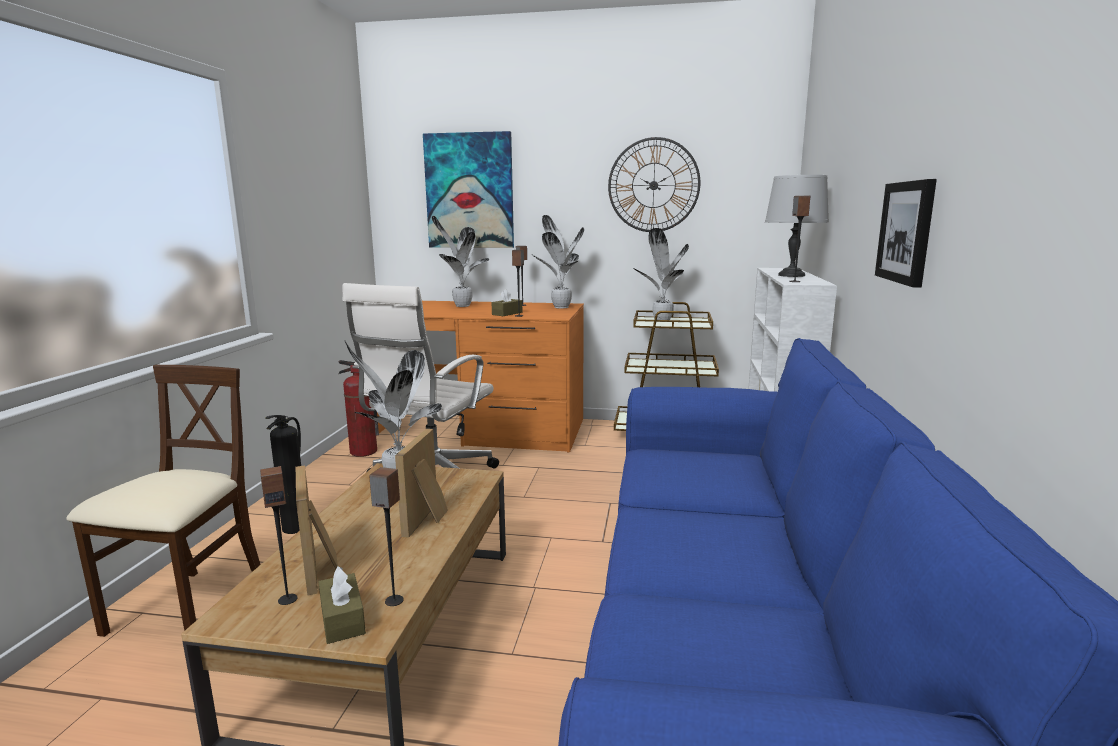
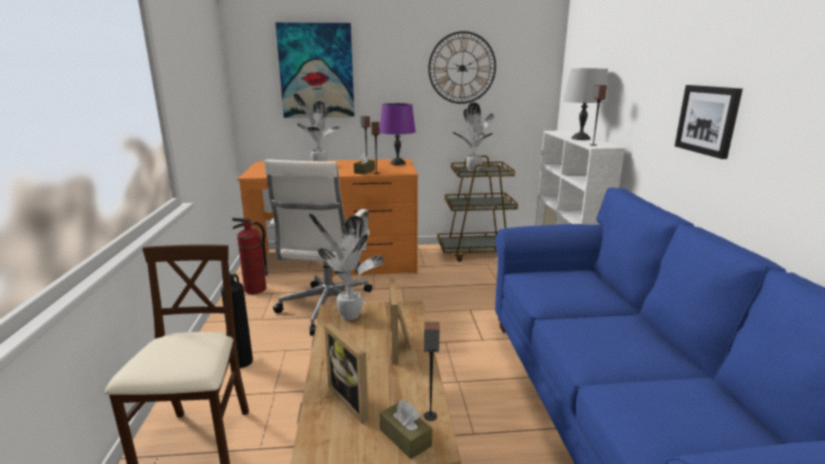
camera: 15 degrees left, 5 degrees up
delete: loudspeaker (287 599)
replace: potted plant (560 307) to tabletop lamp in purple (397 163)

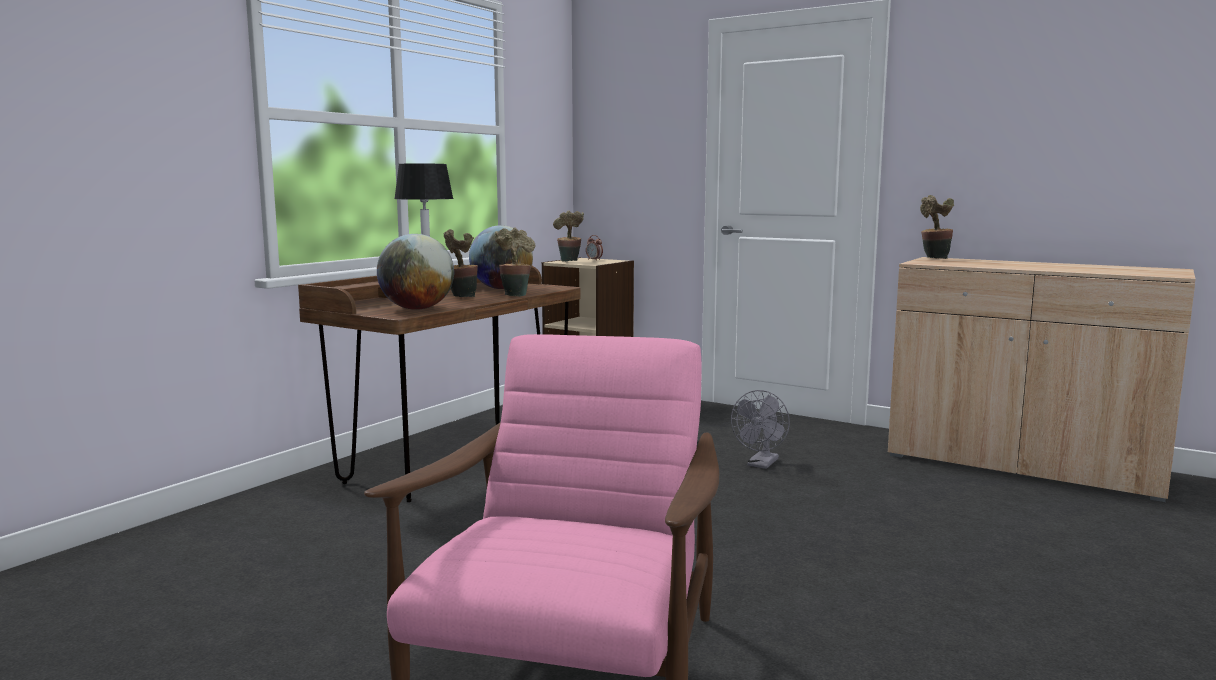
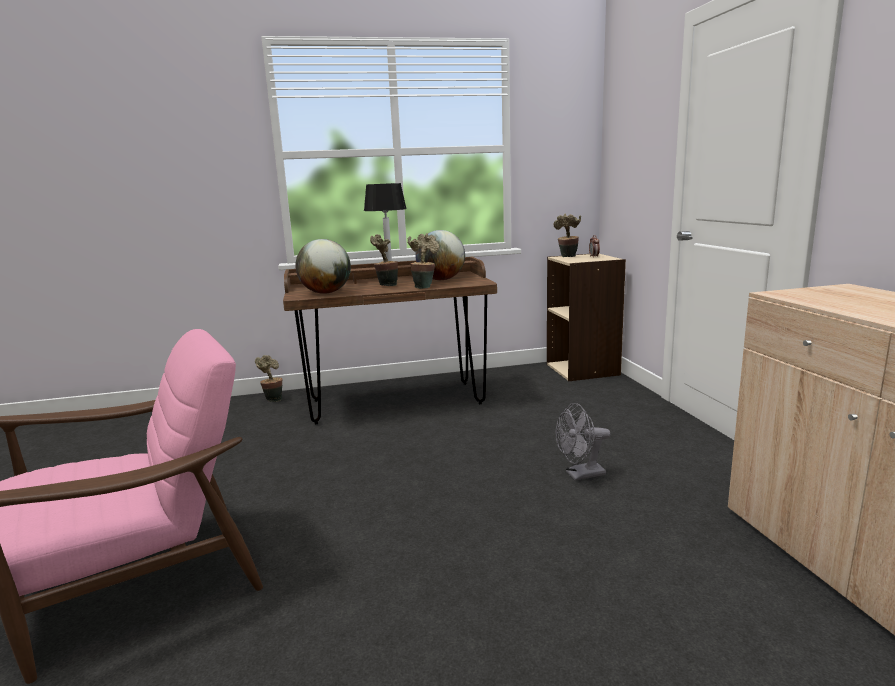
camera: 45 degrees right, 5 degrees up
move: potted plant (934 259) to (273 399)

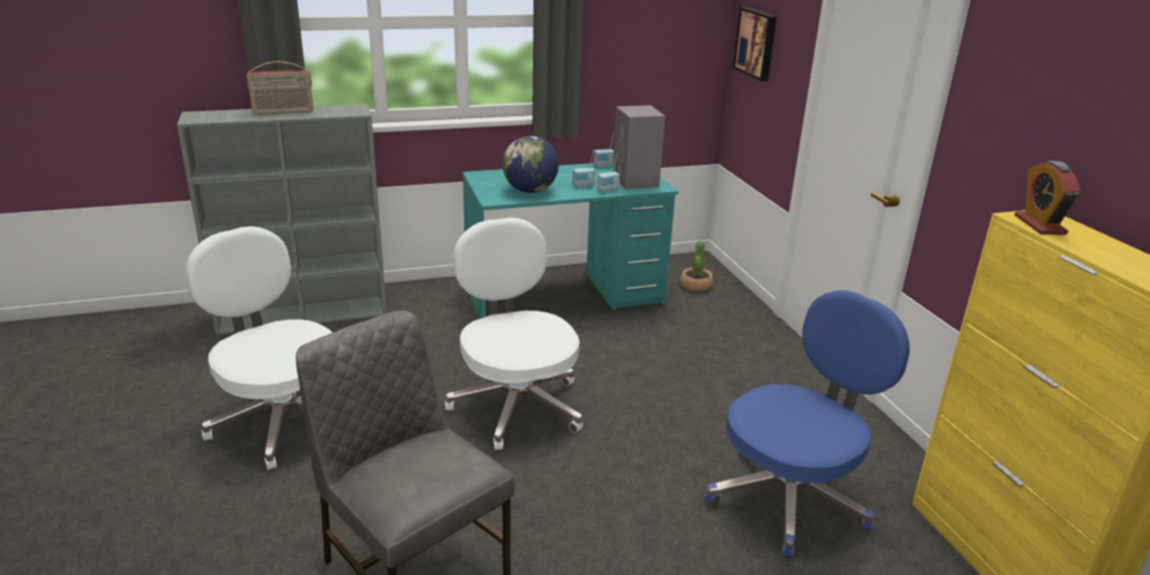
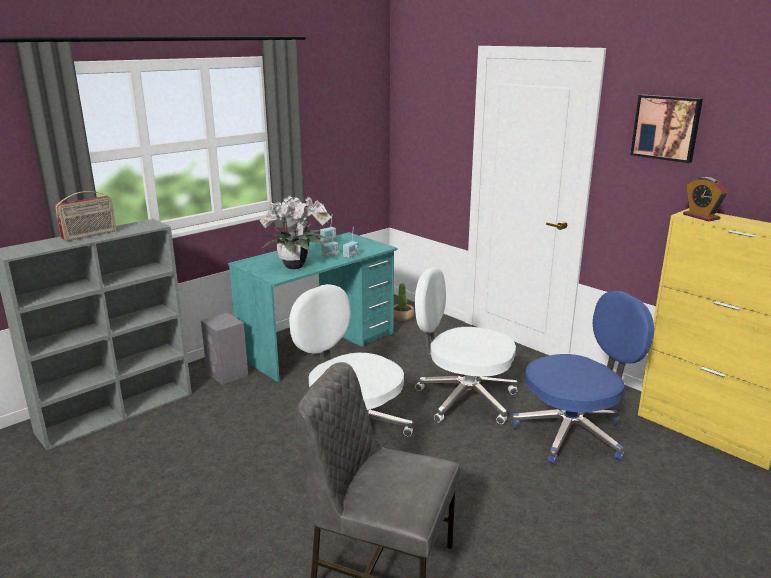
camera: 25 degrees left, 5 degrees down
move: picture (757 43) to (666 127); loudspeaker in grey (636 181) to (227 374); computer chair in white-coloured (282 420) to (464 399)
replace: desk globe (530 191) to potted plant (296 266)
rotate: computer chair in blue-coloured (790 497) = (573 433) 45 degrees clockwise

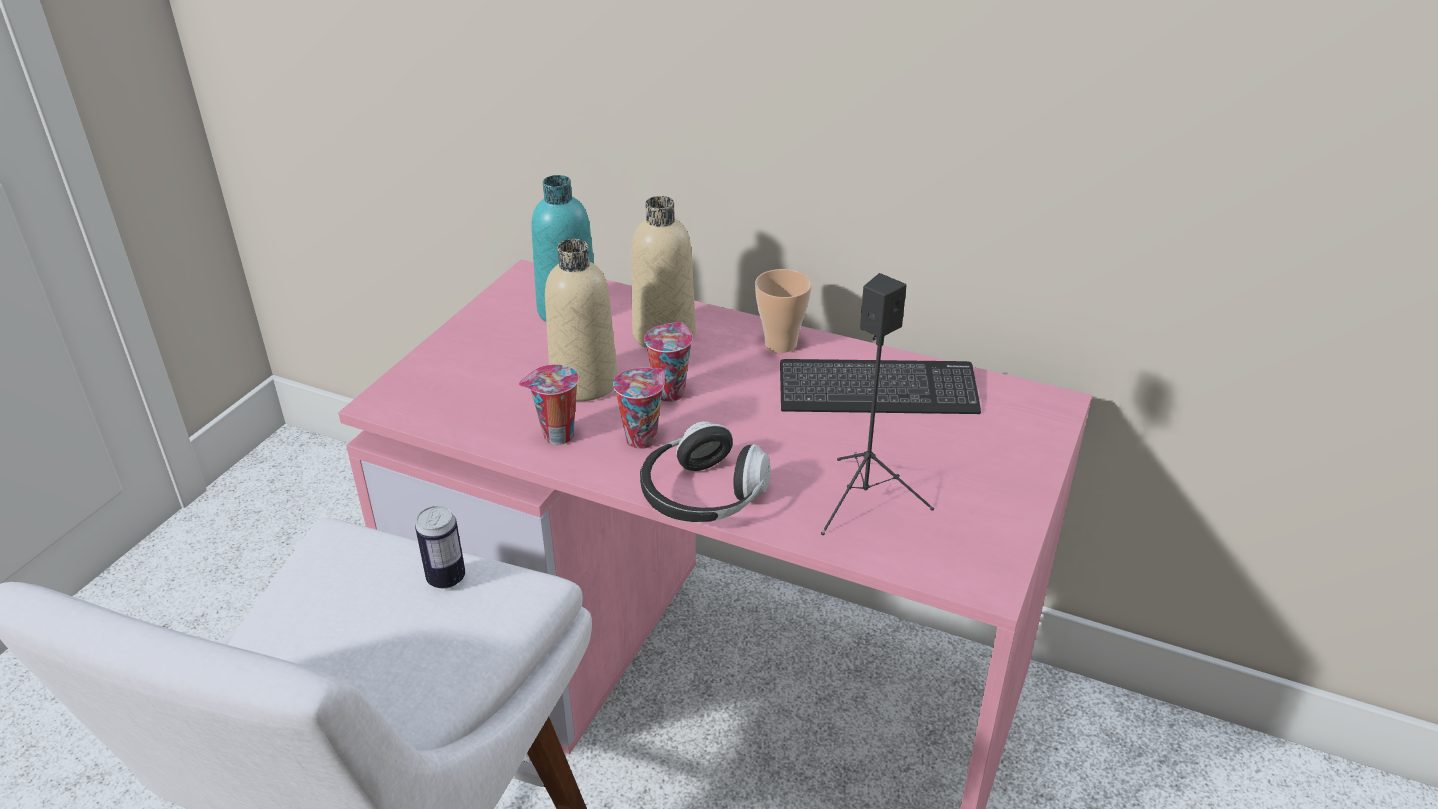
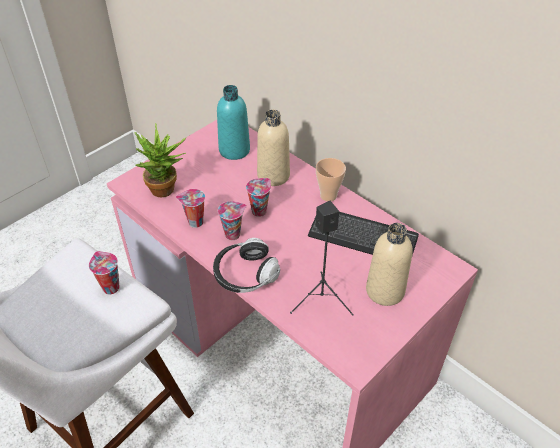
camera: 20 degrees right, 10 degrees up
insert: potted plant (167 191)
move: bottle in sand-coloured (584 383) to (385 291)
replace: can (446 578) to cup (110 287)

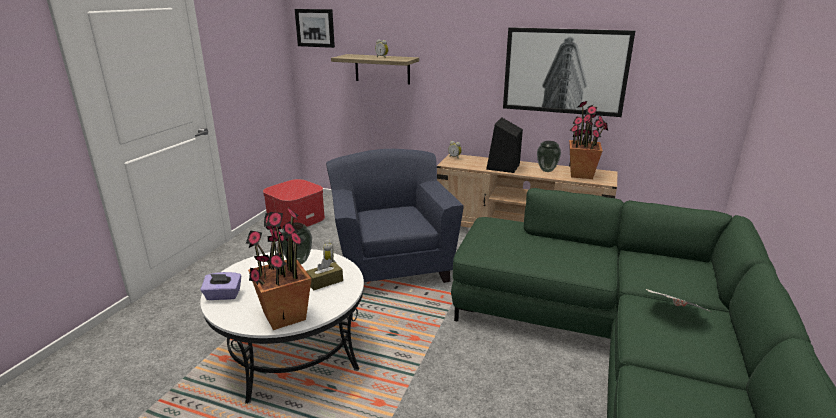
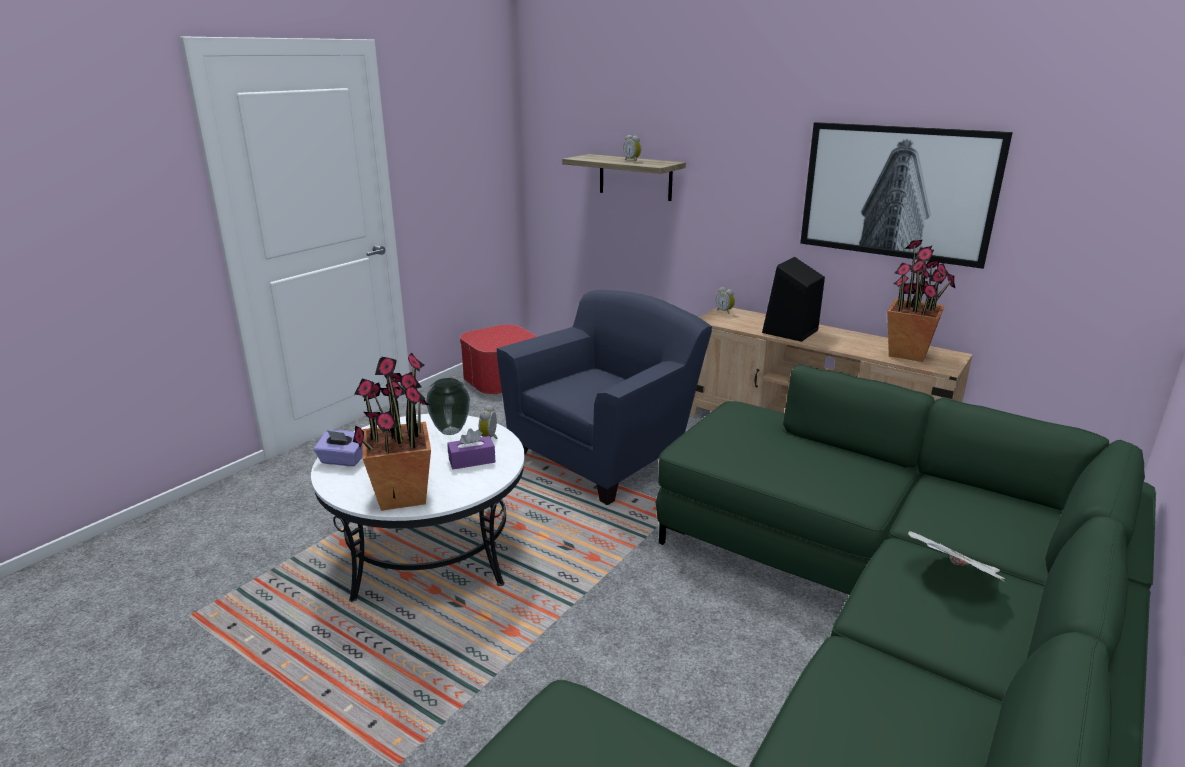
camera: 15 degrees right, 0 degrees up
delete: picture (315 28); decorative vase (547 170)
recolor: tissue box in brownish (325 282) to tissue box in purple (472 460)
rotate: lounge chair in blue-coloured (391 265) = (603 456) 45 degrees clockwise

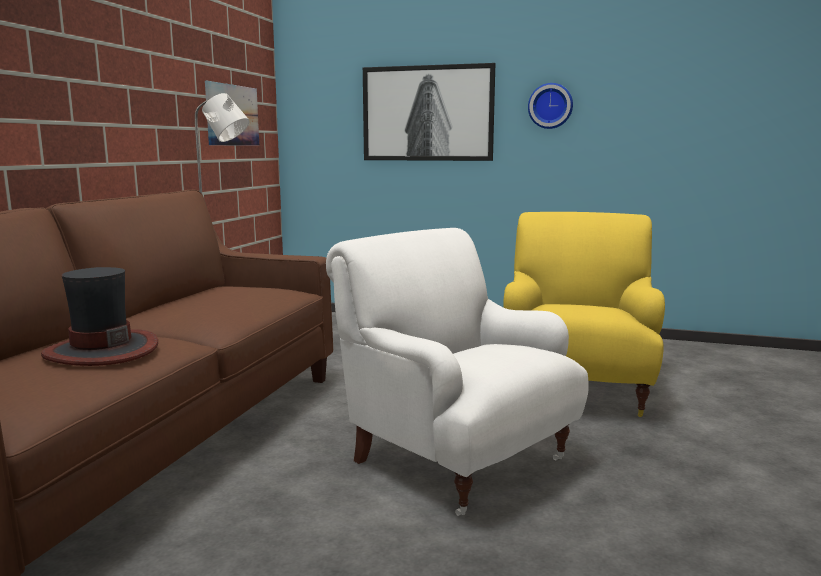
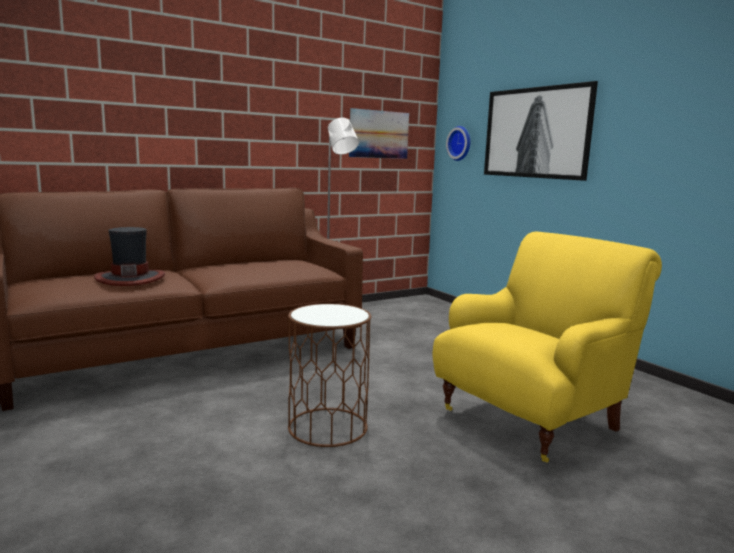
camera: 40 degrees right, 0 degrees up
move: hanging clock (550 106) to (460 143)
replace: lounge chair in white-coloured (456 459) to end table in brownish (328 427)

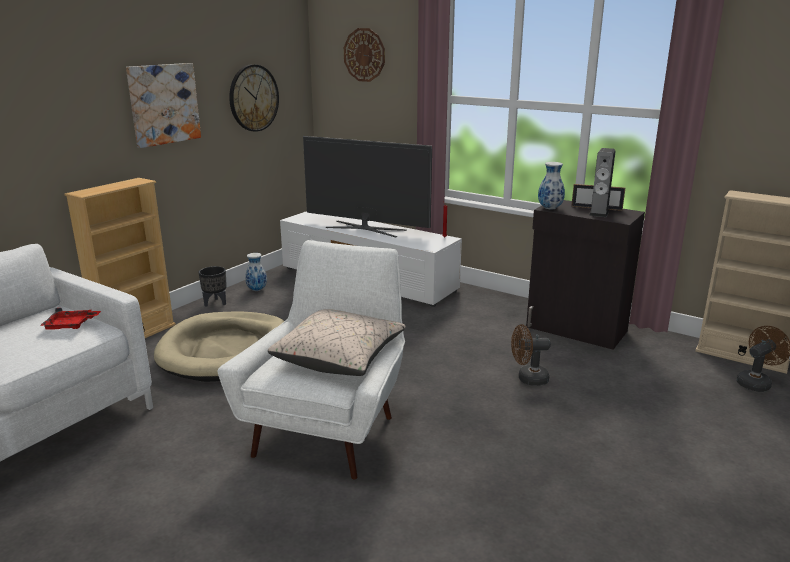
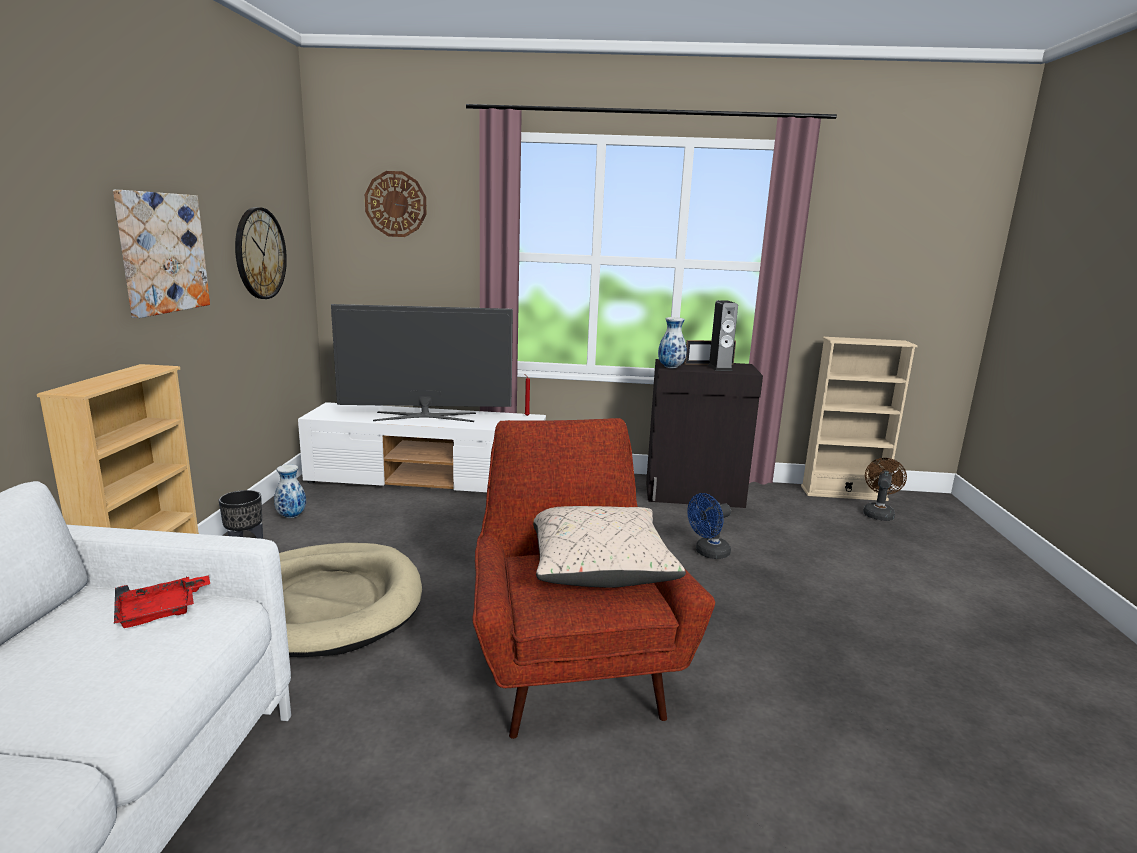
camera: 30 degrees left, 5 degrees down
recolor: lounge chair in white-coloured (328 430) to lounge chair in reddish (571 670); cooling fan in brownish (528 379) to cooling fan in blue-coloured (708 553)

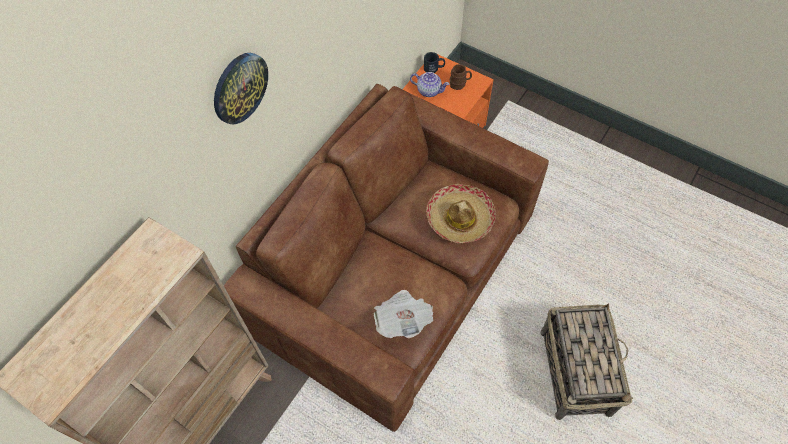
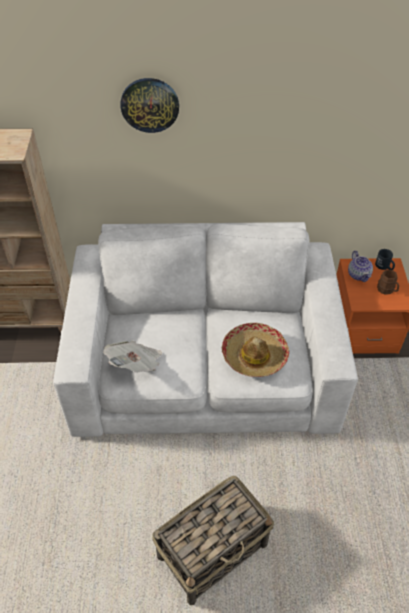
camera: 55 degrees right, 10 degrees down
recolor: sofa in brownish (394 272) to sofa in white-coloured (205 366)

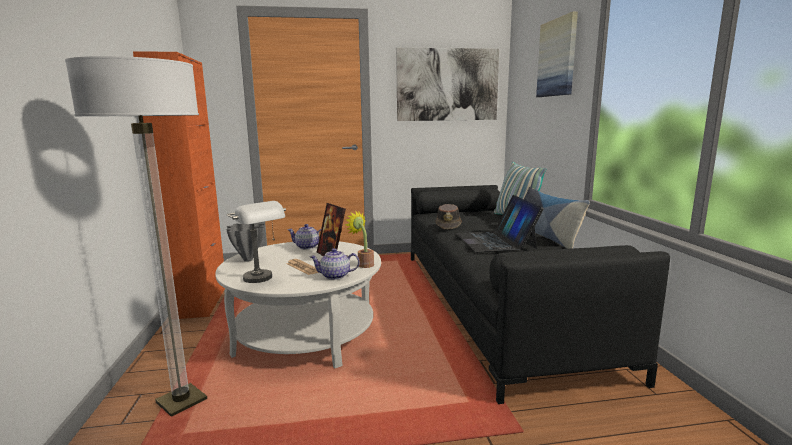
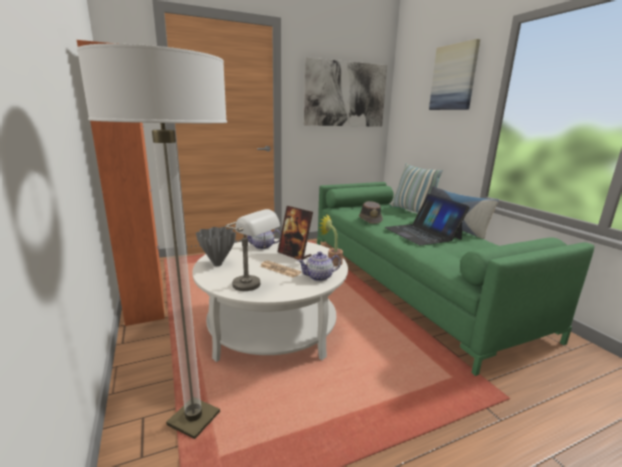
camera: 15 degrees left, 5 degrees up
recolor: sofa in black-coloured (494 304) to sofa in green (409 283)

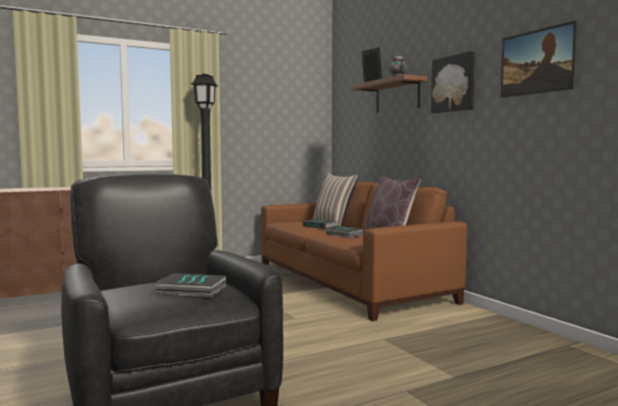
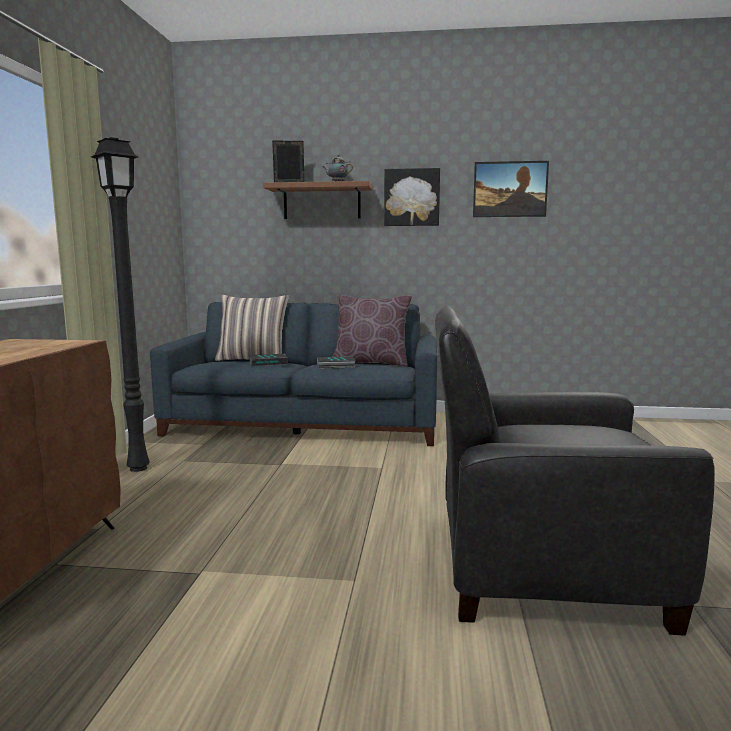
camera: 55 degrees left, 5 degrees up
delete: volume (190 290)
recolor: sofa in brownish (347 283) to sofa in blue-coloured (305 424)

